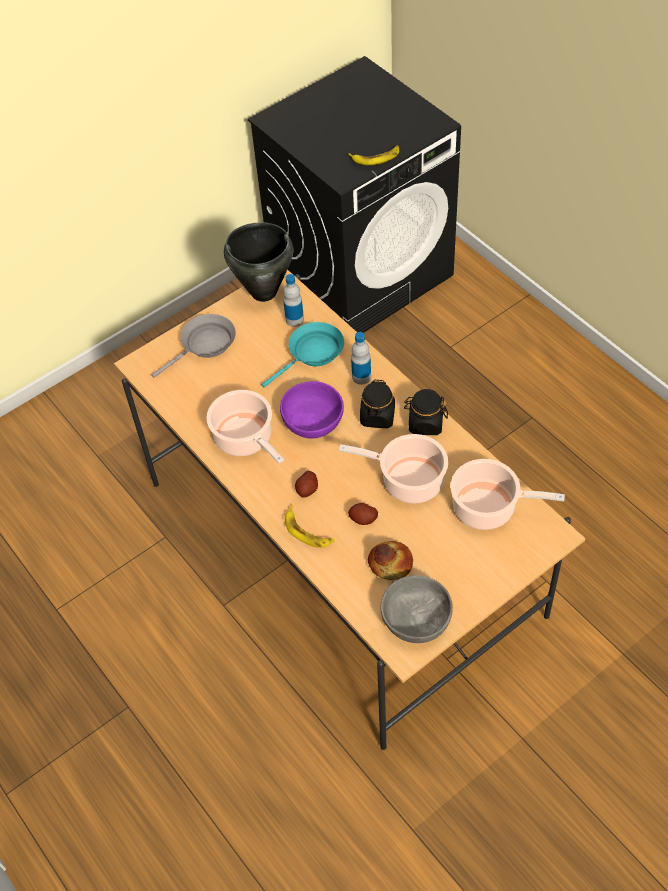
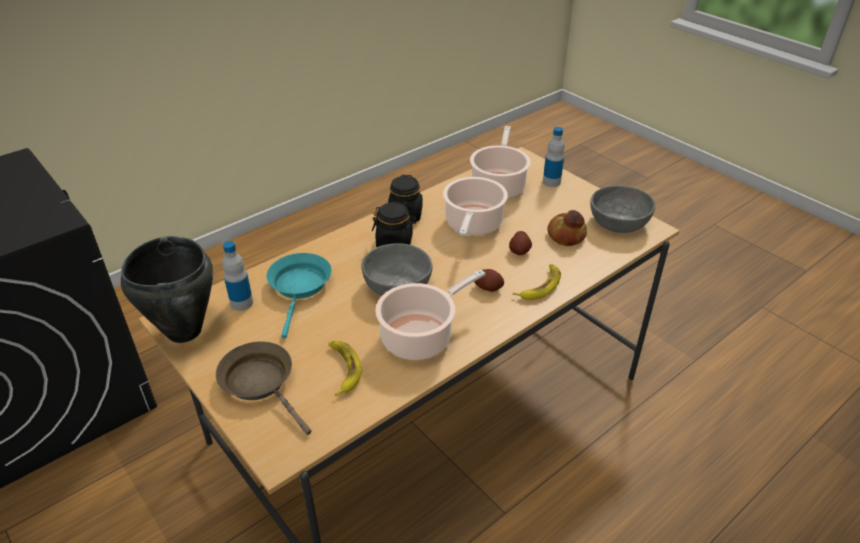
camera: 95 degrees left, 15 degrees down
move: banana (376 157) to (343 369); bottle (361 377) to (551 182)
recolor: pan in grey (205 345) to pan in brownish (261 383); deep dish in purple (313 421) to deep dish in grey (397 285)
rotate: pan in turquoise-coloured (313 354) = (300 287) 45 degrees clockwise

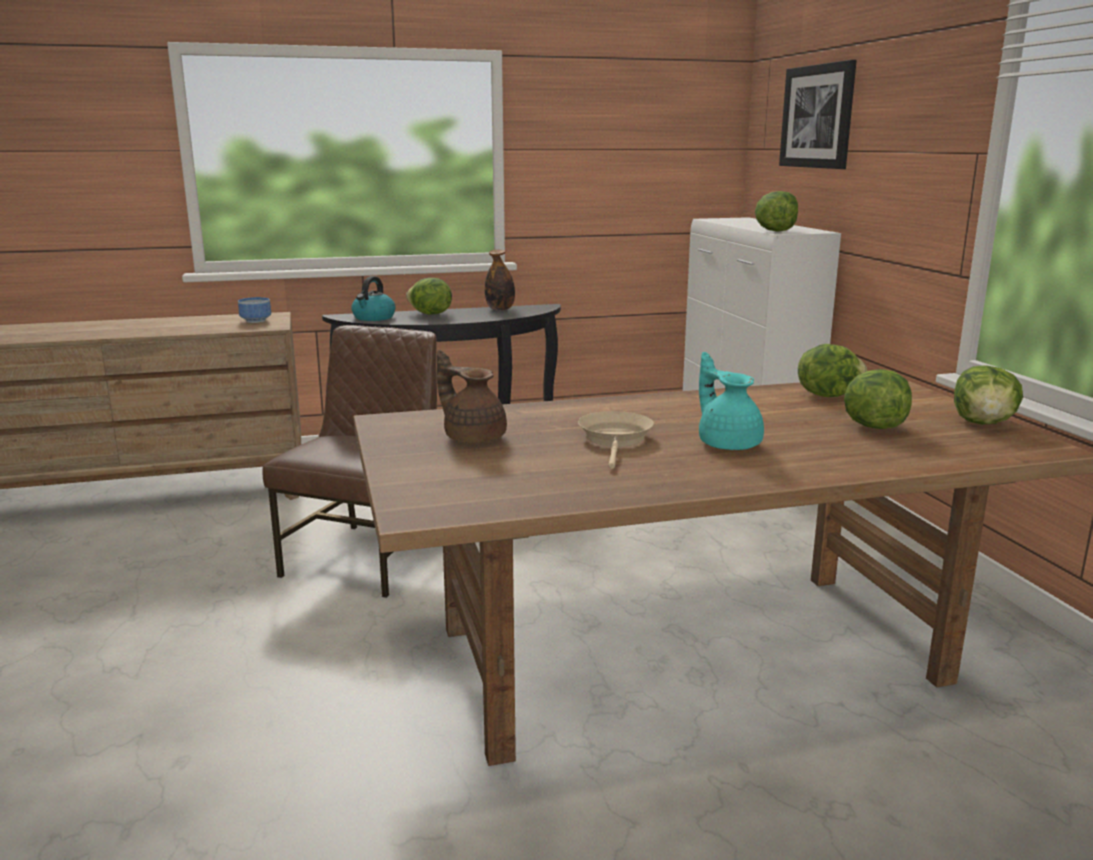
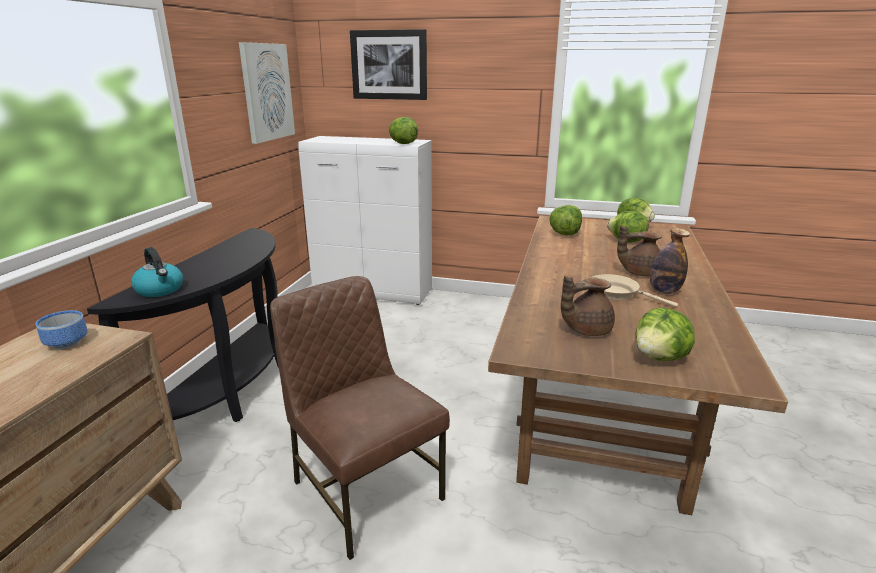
camera: 60 degrees left, 5 degrees up
insert: picture (267 92)
move: bottle (500 309) to (664 291); lettuce head (429 314) to (660 358)
recolor: teapot in turquoise-coloured (728 444) to teapot in brownish (639 273)

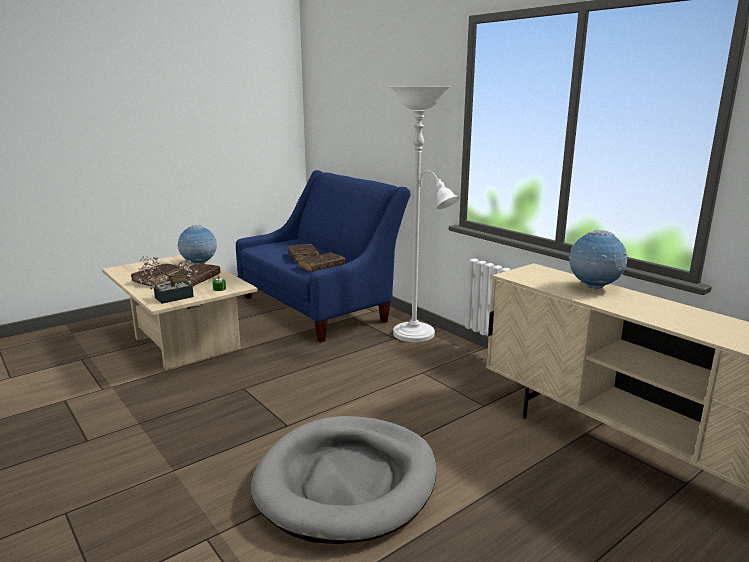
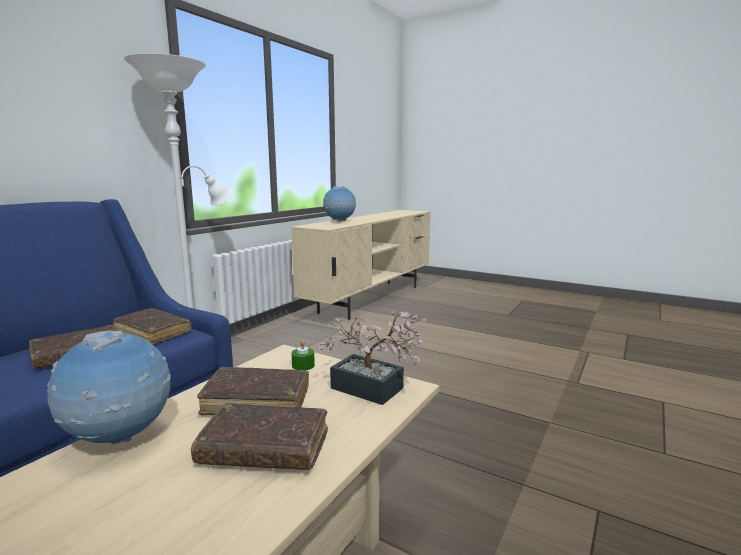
camera: 110 degrees left, 5 degrees down
delete: dog cushion in grey (347 481)

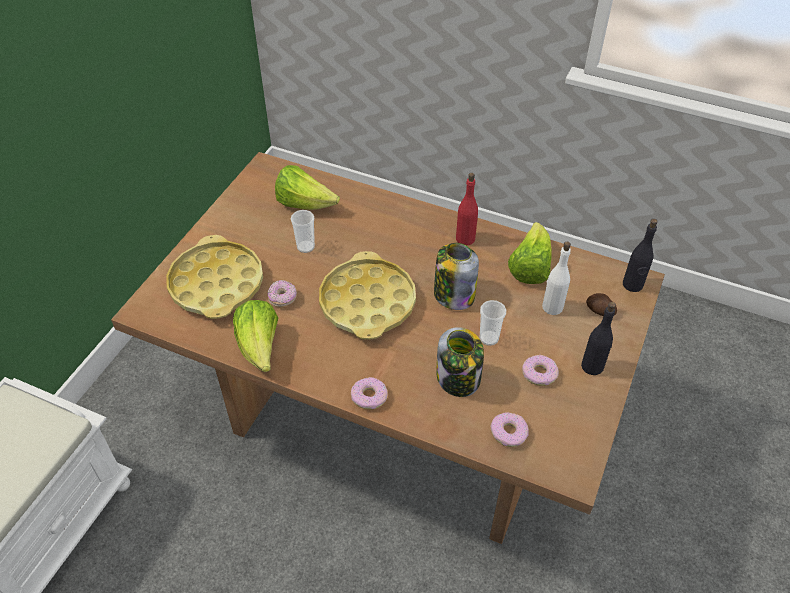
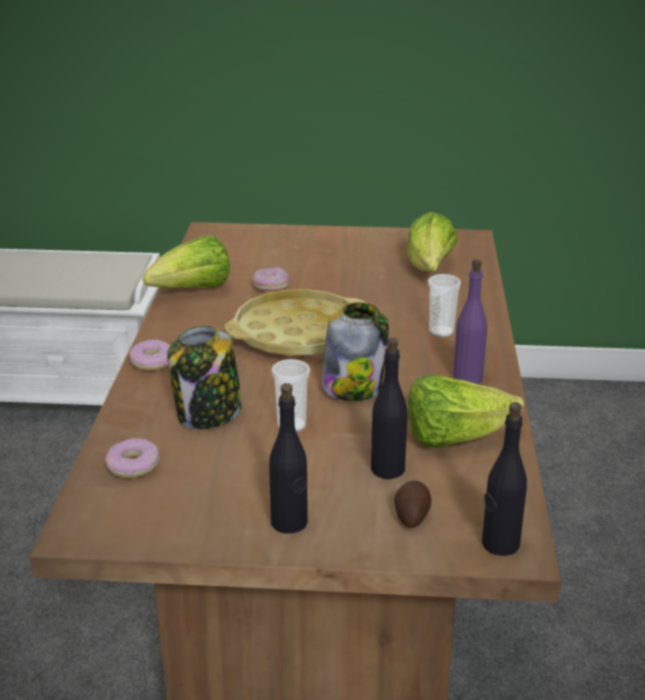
camera: 70 degrees right, 20 degrees down
delete: serving tray in yellowish (216 284); doughnut (539 373)
move: cup (305 247) to (441 331)
recolor: bottle in reddish (465 238) to bottle in purple (468 378); bottle in white-coloured (552 307) to bottle in black-coloured (388 469)

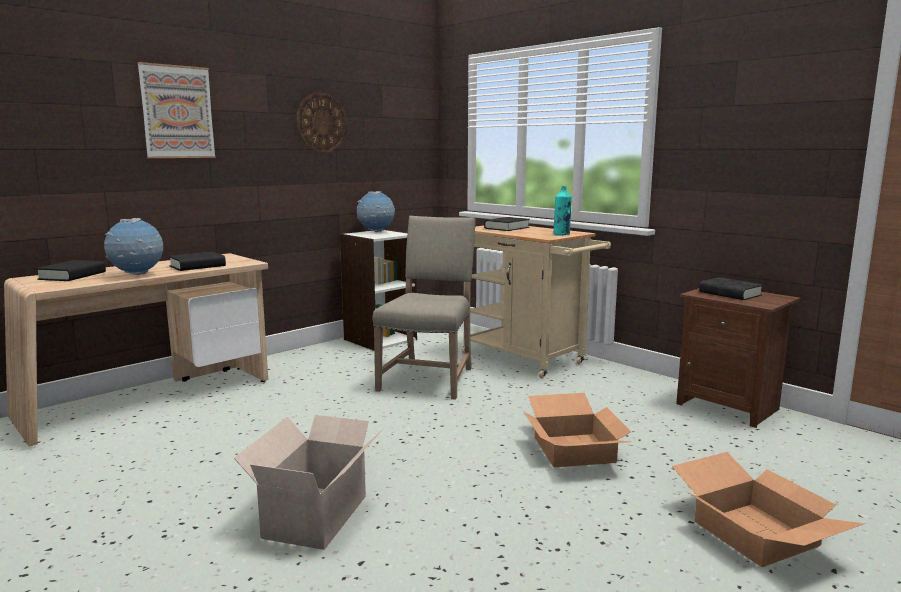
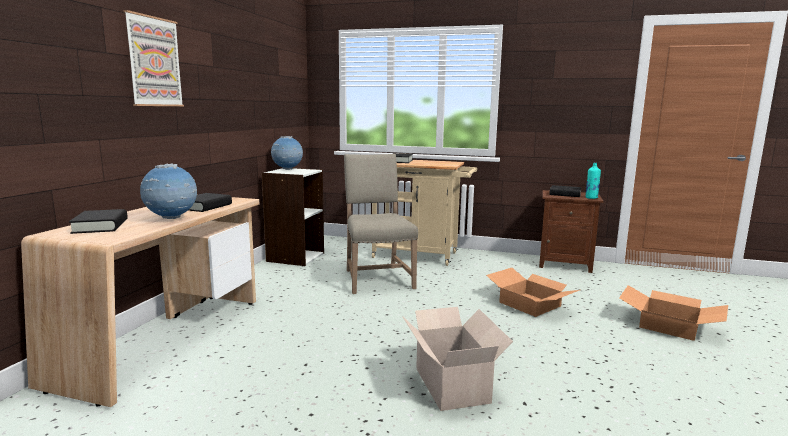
camera: 30 degrees left, 0 degrees up
delete: hanging clock (321 122)
move: bottle in turquoise-coloured (561 235) to (591 198)

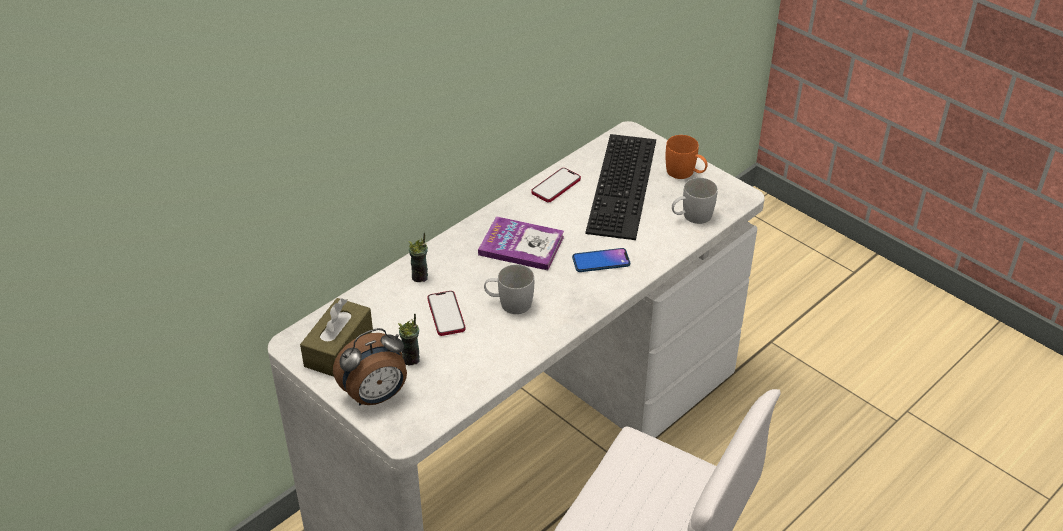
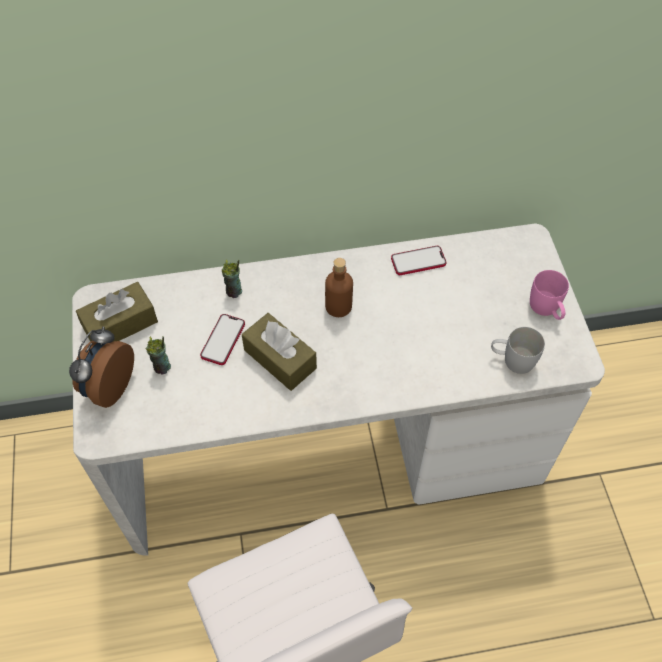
camera: 35 degrees right, 15 degrees up
delete: keyboard (625 186); handset (601 261)
replace: volume (521 245) to bottle in brownish (338 306); mug in white-coloured (509 303) to tissue box in brownish (280 359)
recolor: mug in orangey (685 173) to mug in pink (546 309)
rotate: table clock (376 396) = (108 386) 105 degrees clockwise

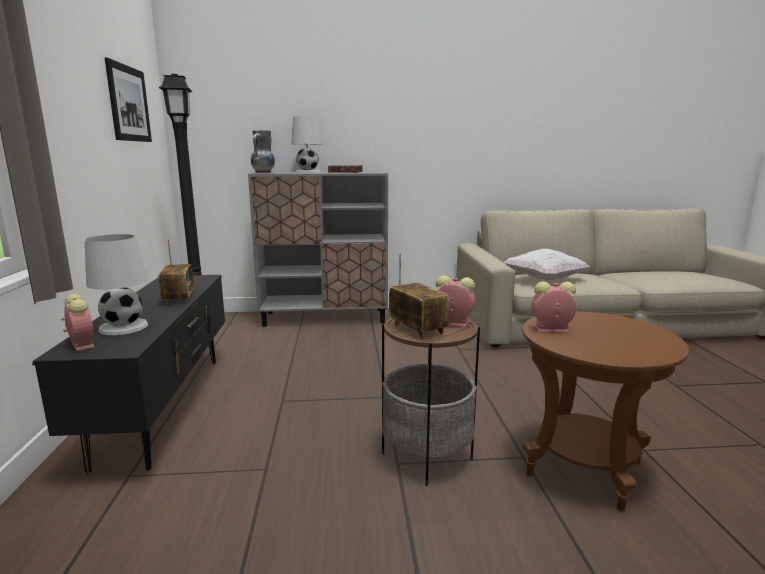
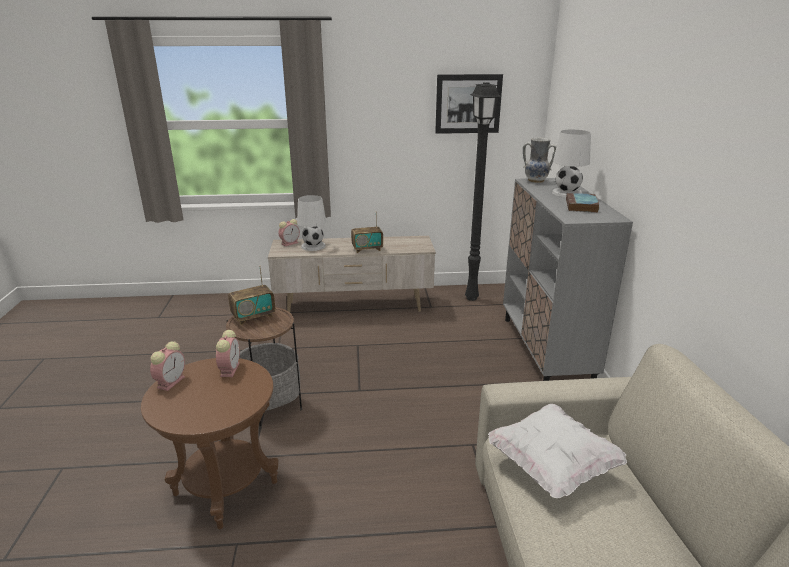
camera: 90 degrees right, 10 degrees up
move: table clock (452 323) to (171 381)
recolor: media console in black-coloured (165 407) to media console in sand-coloured (354 307)

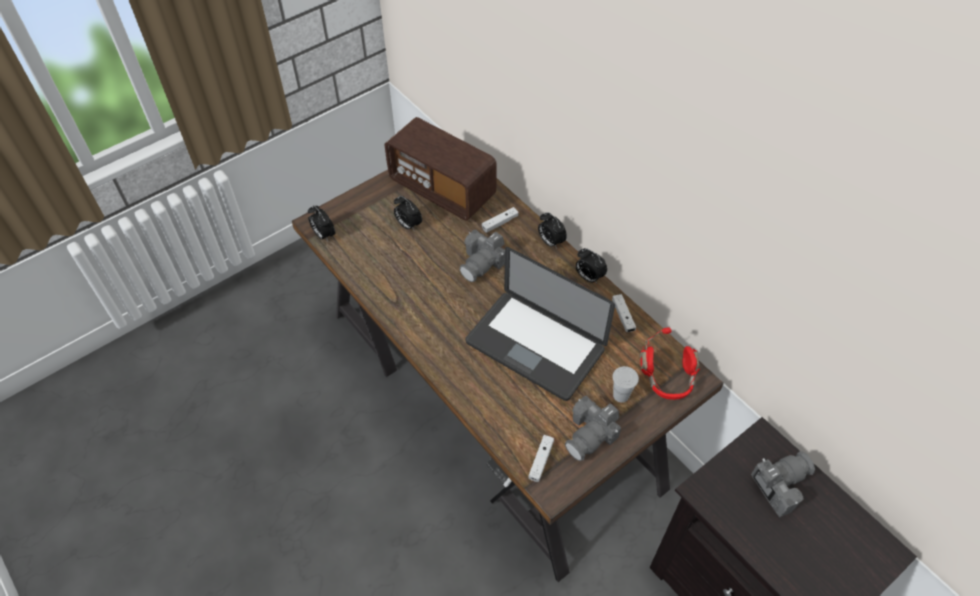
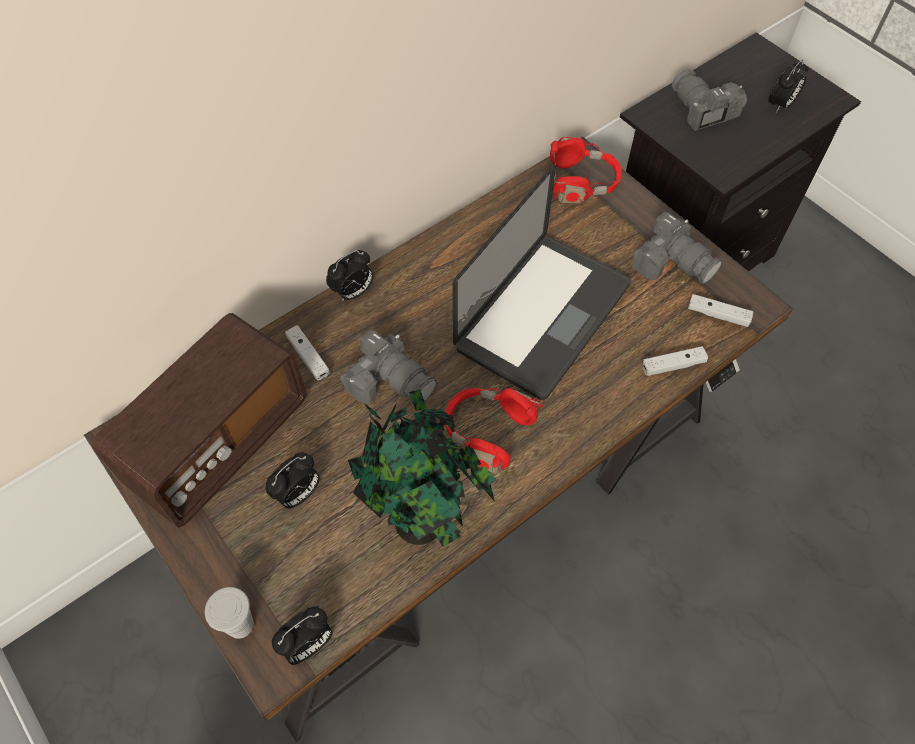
camera: 90 degrees left, 5 degrees up
insert: headset in reddish (487 432); potted plant (423 523)
move: table clock (588 277) to (780 105); game controller in white-coloured (623 316) to (673 365); cup in white-coloured (621 395) to (240 625)

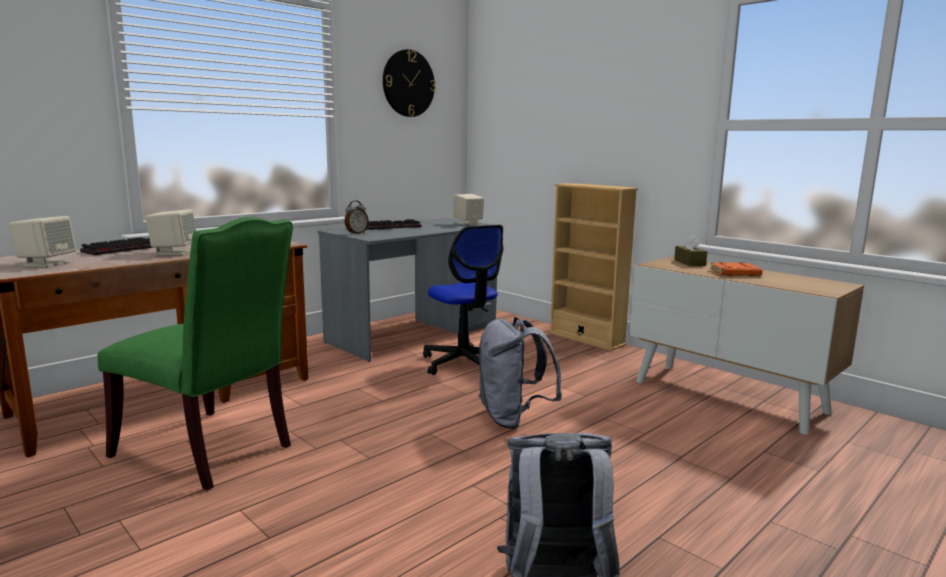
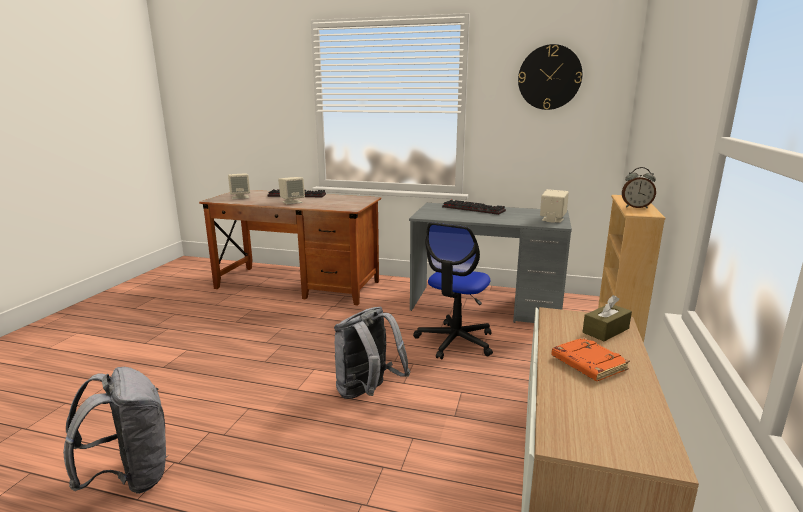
camera: 60 degrees right, 5 degrees up
delete: chair in green (210 451)
move: table clock (356 233) to (636 207)

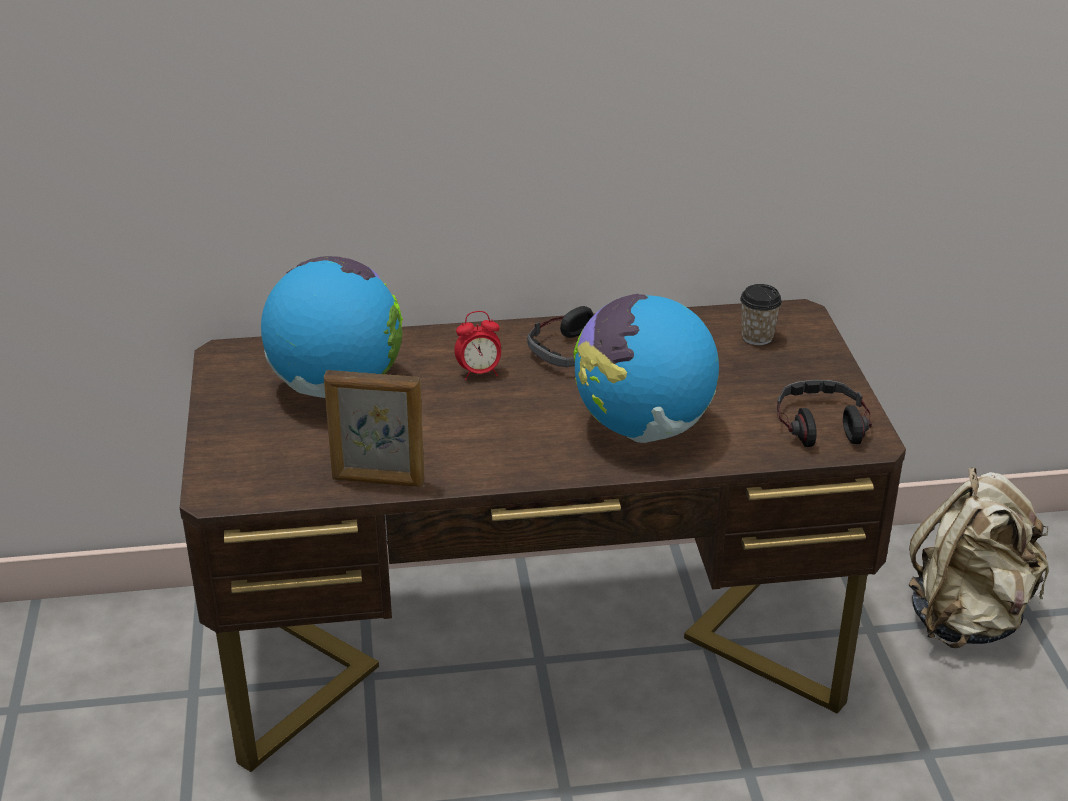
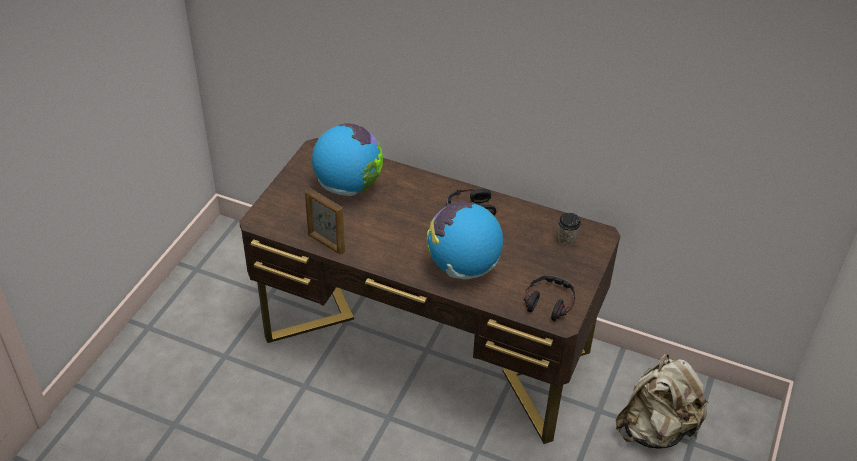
camera: 30 degrees right, 10 degrees up
delete: table clock (479 373)

